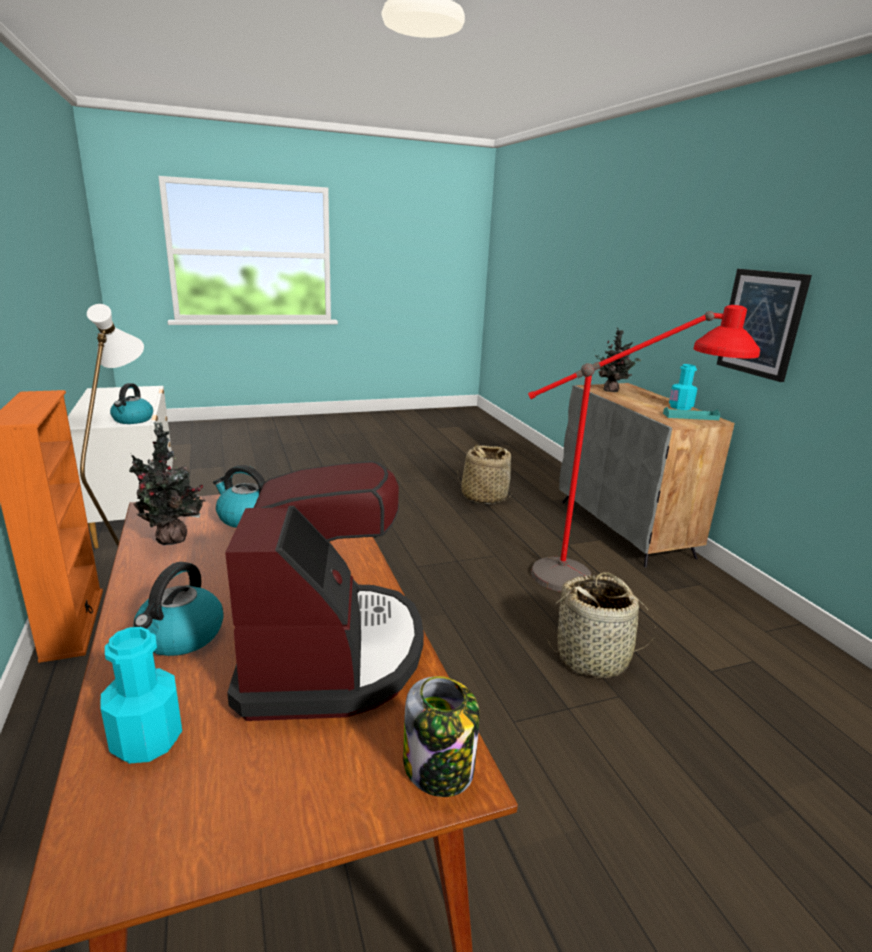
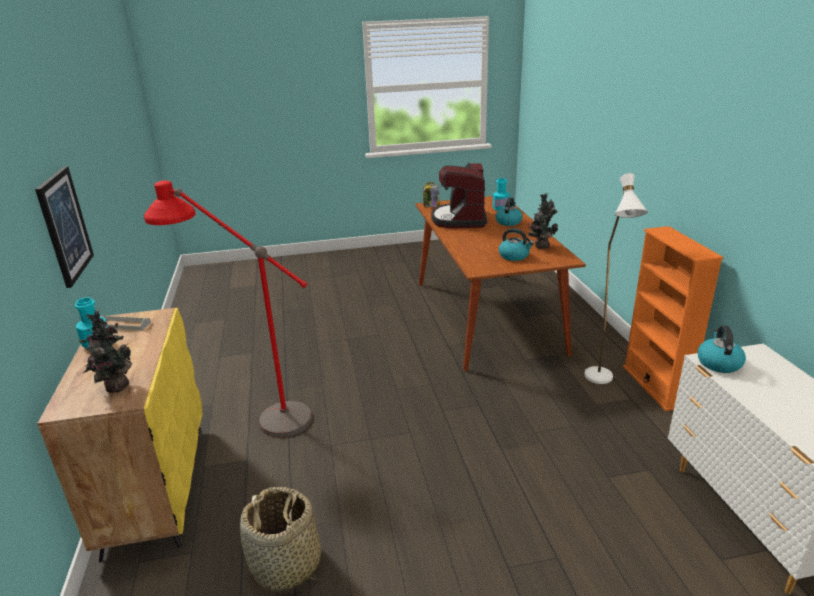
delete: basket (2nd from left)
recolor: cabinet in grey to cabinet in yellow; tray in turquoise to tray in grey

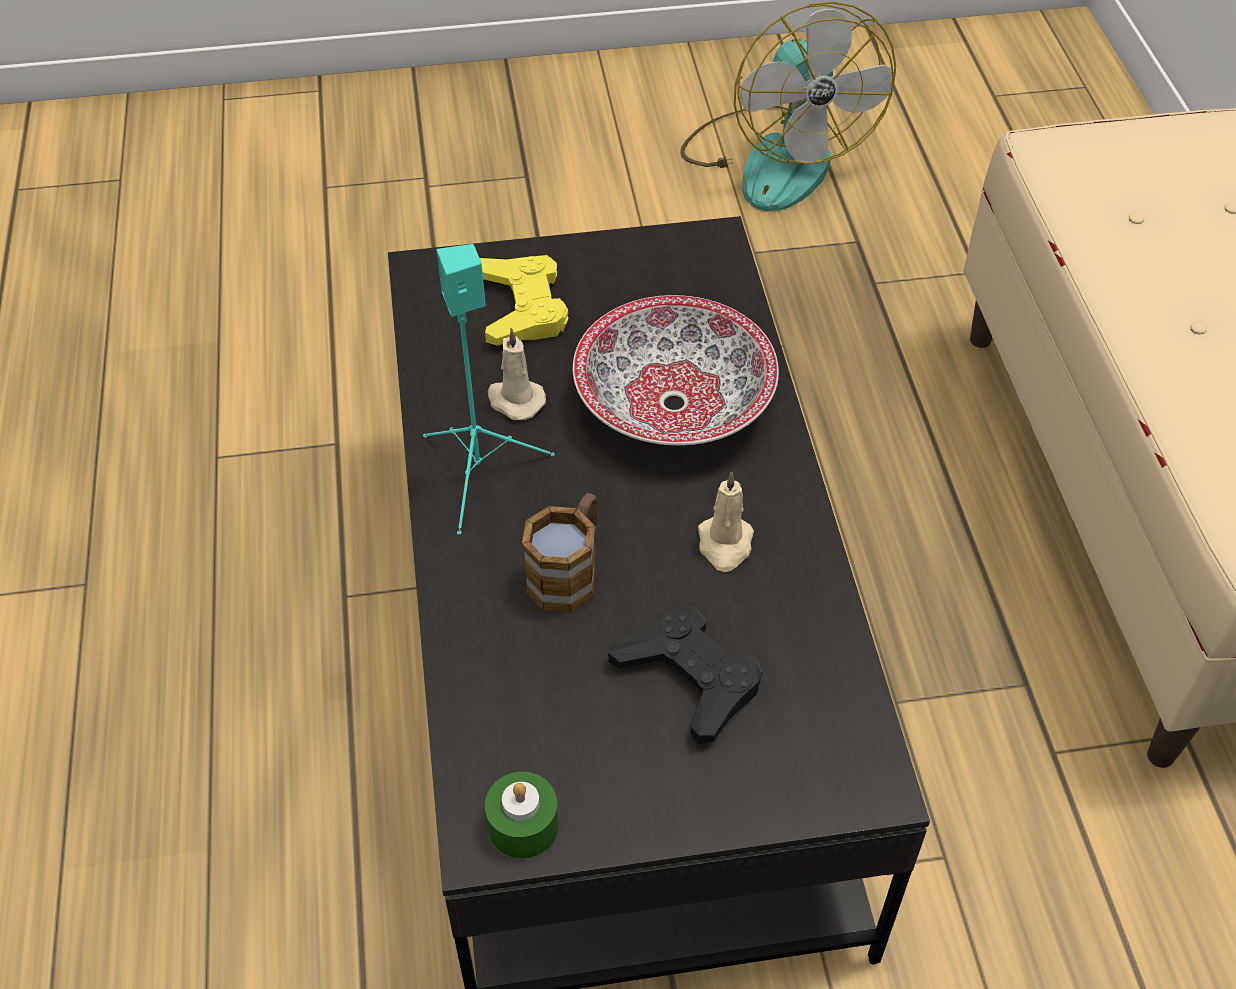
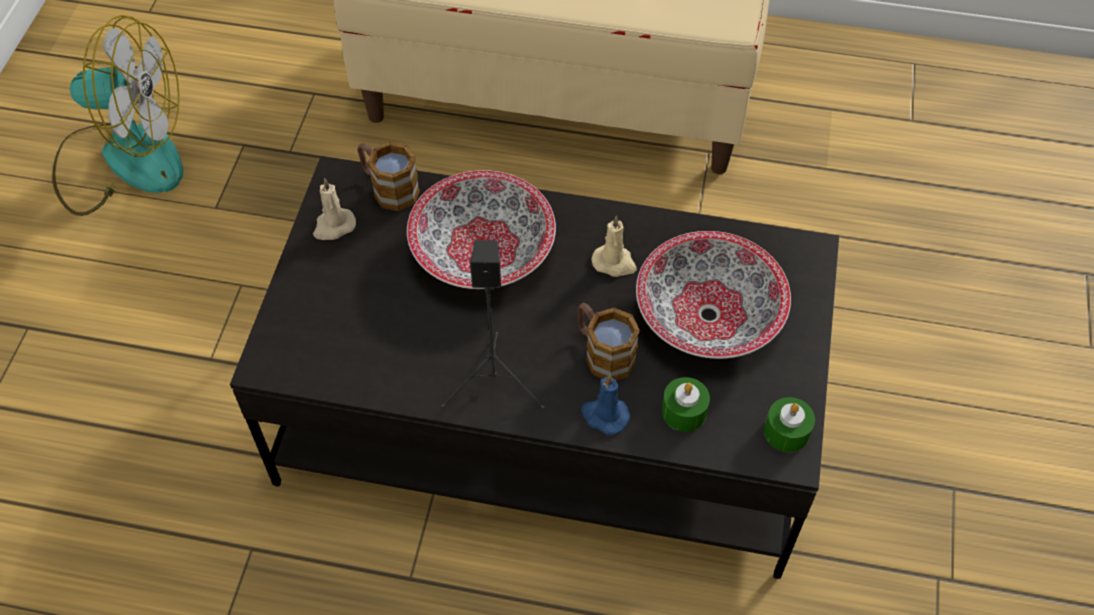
delete: game controller in yellow
insert: mug (1st from left); candle in blue; candle in green (1st from left)
move: candle in beige (1st from left)
replace: game controller in black to bowl (2nd from left)
recolor: speaker in turquoise to speaker in black

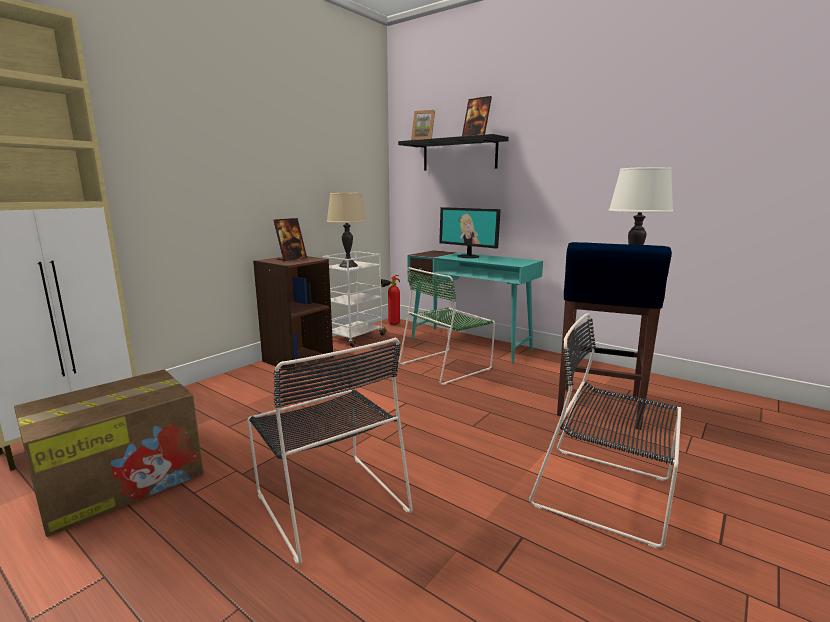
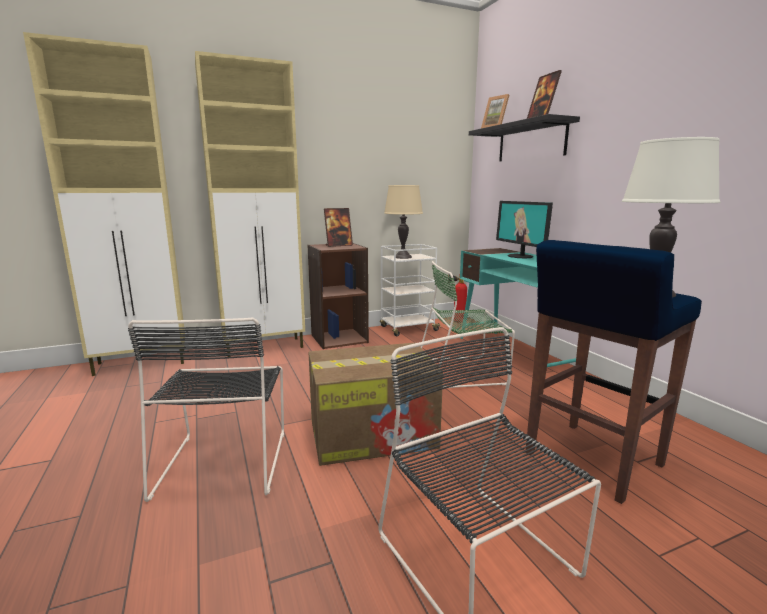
insert: cabinet in beige (2nd from left)
move: cardboard box

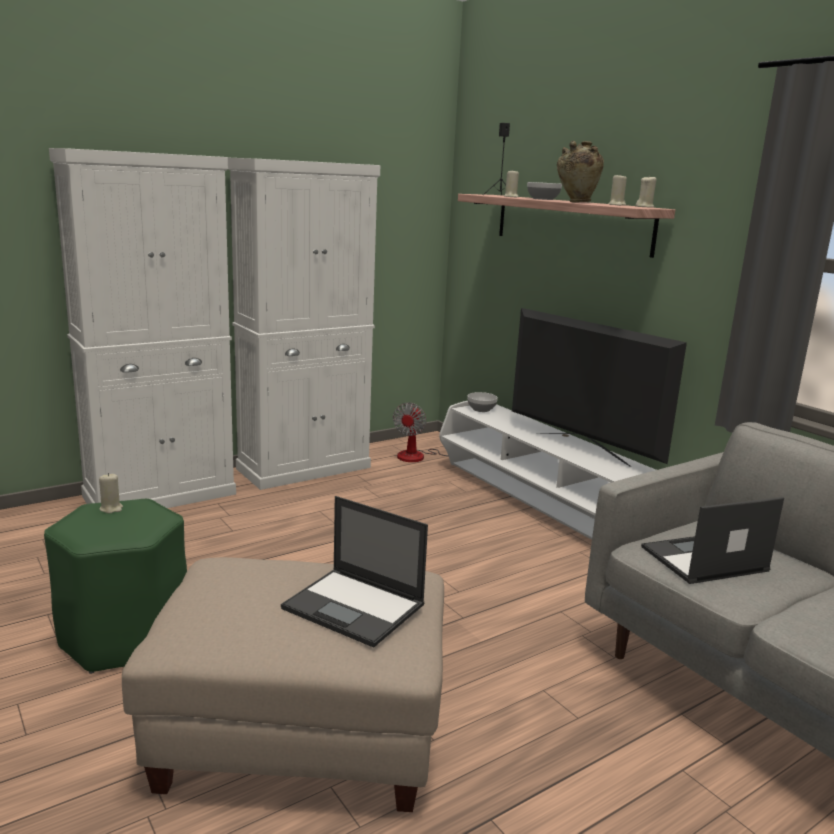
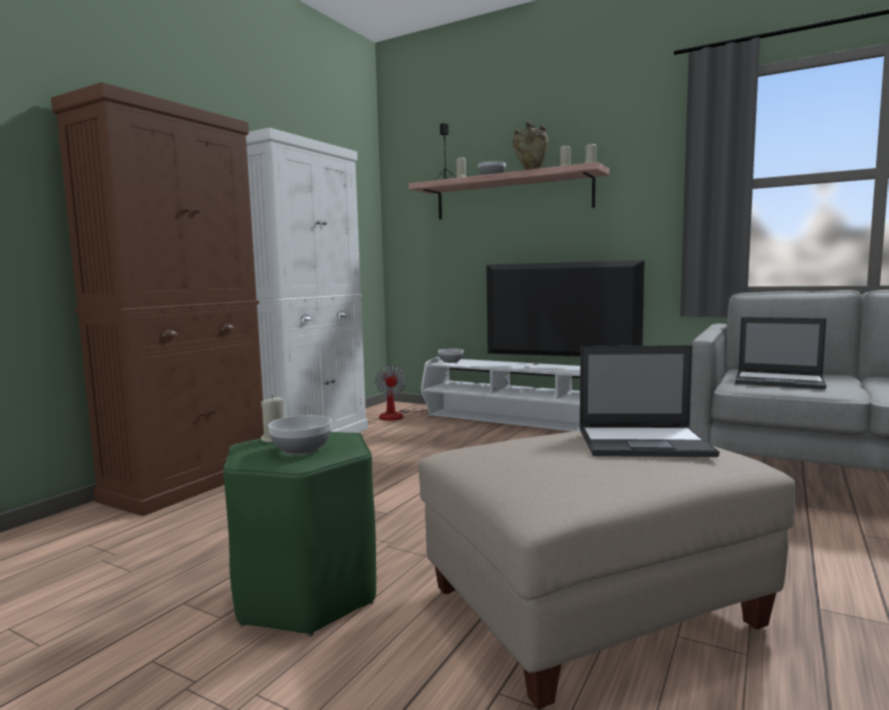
insert: bowl (1st from left)
recolor: cabinet in white (1st from left) to cabinet in brown
rotate: laptop (2nd from left) 105 degrees counterclockwise

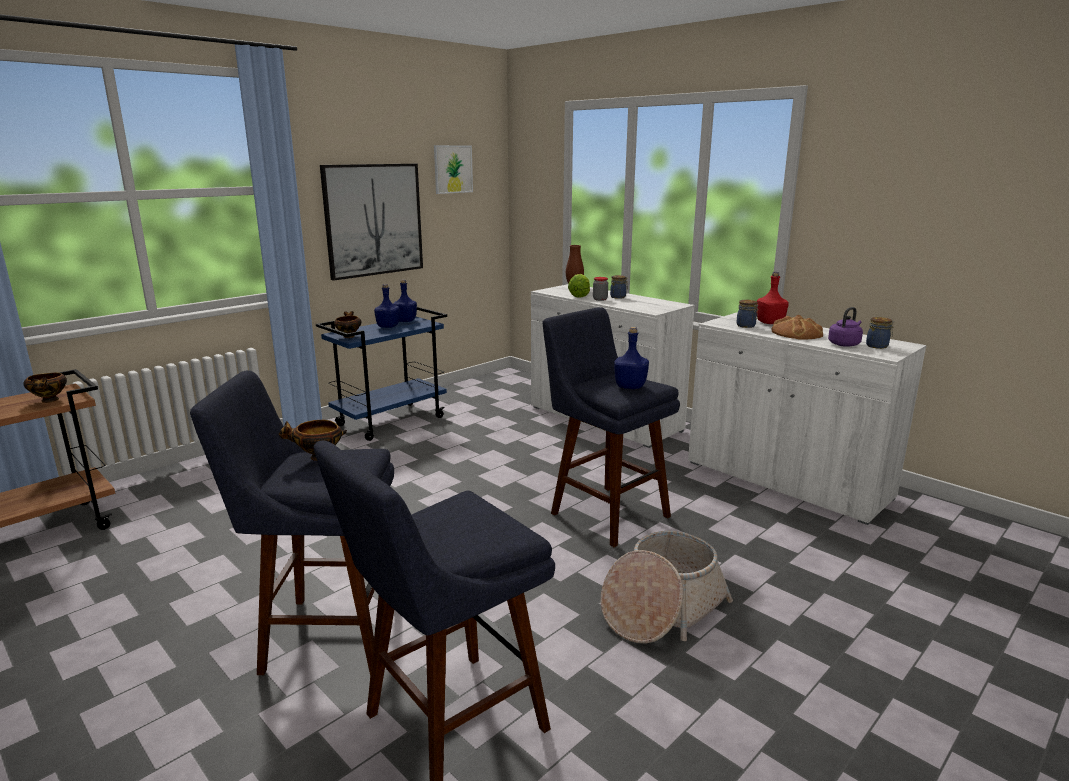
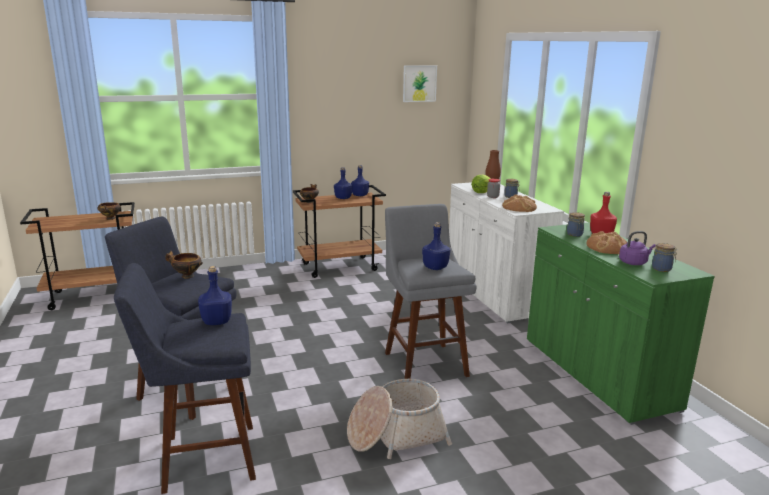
delete: picture (1st from left)
insert: bottle in blue (1st from left); bread (1st from left)
recolor: cart in blue to cart in brown (2nd from left); stool in blue (3rd from left) to stool in grey; cabinet in white (2nd from left) to cabinet in green

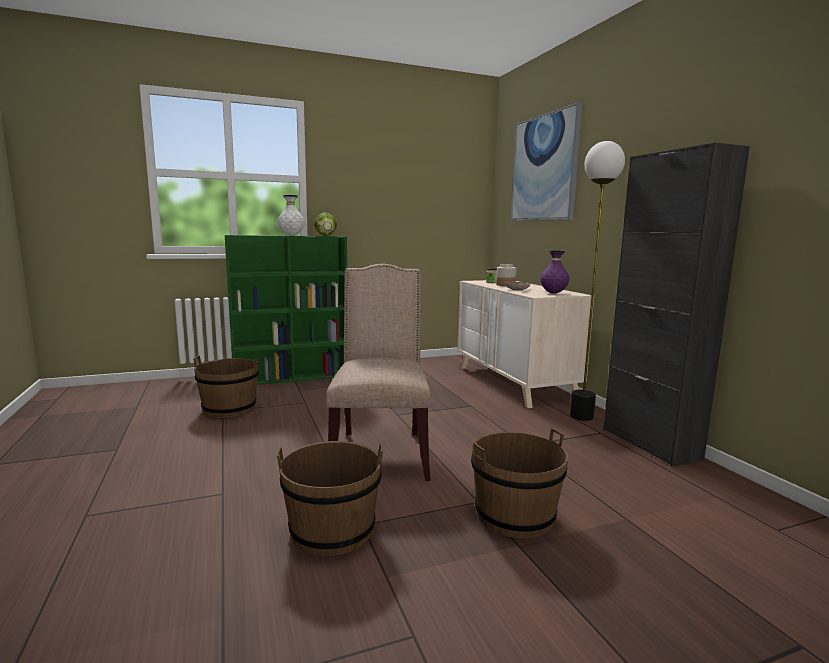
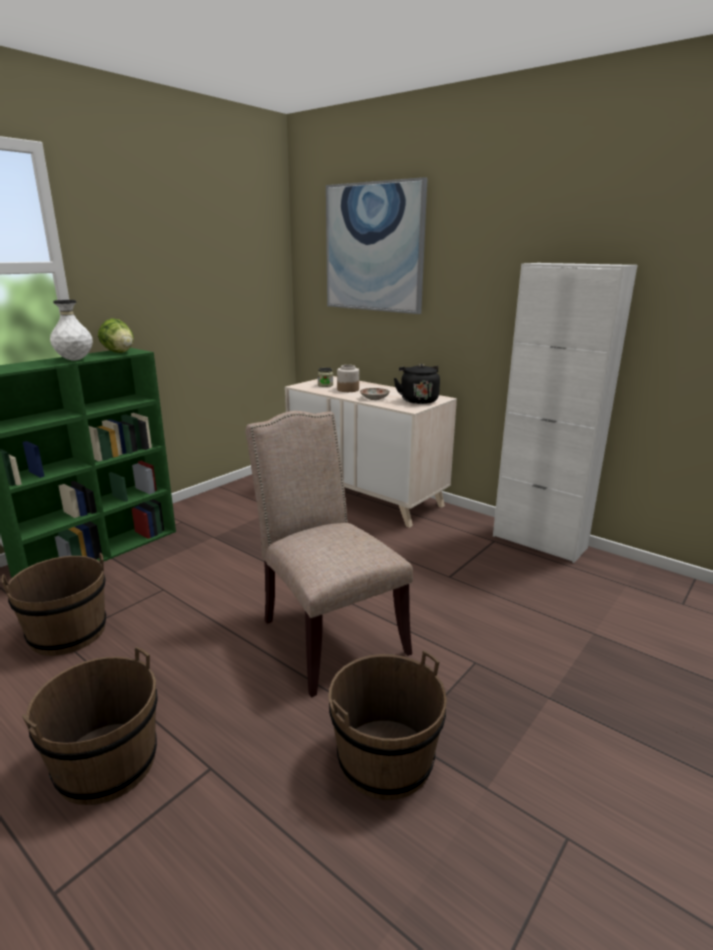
delete: floor lamp
move: bucket in brown (3rd from left in the first image) to bucket in brown (2nd from left)
replace: vase in purple to kettle in black
recolor: cabinet in black to cabinet in white

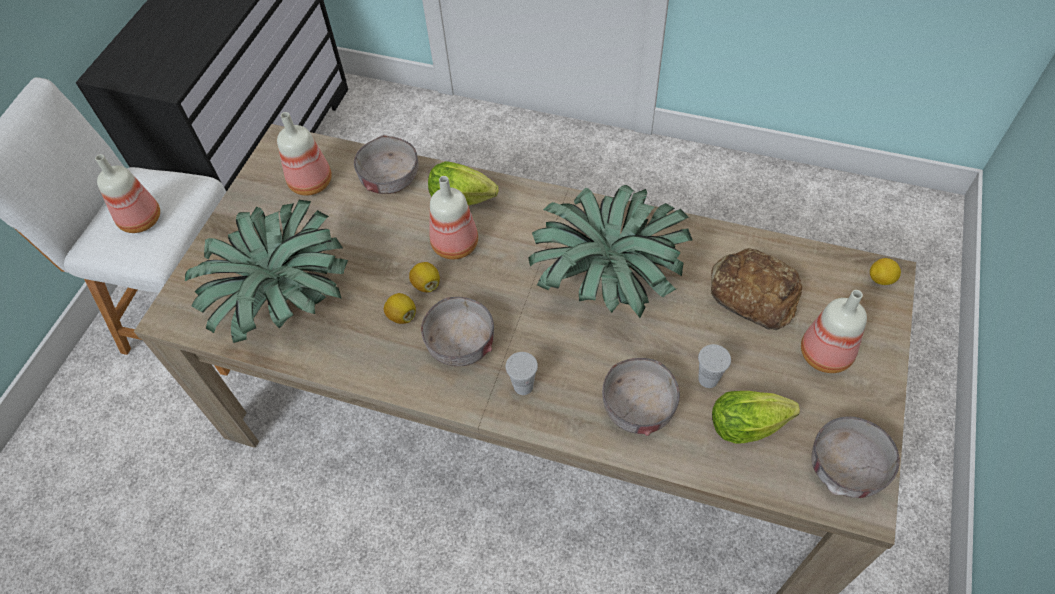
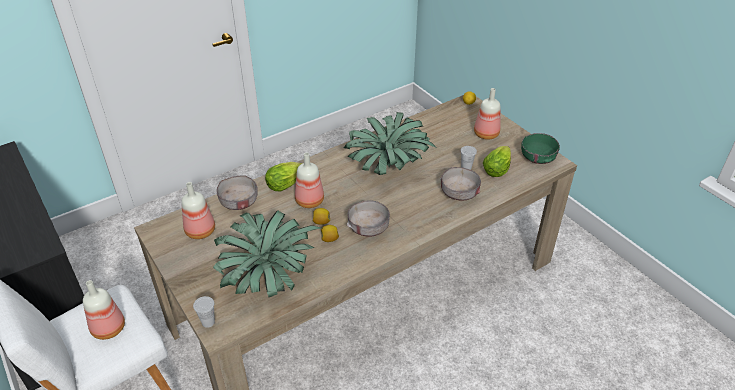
delete: bread
move: cup in white (1st from left)
recolor: bowl in grey (4th from left) to bowl in green

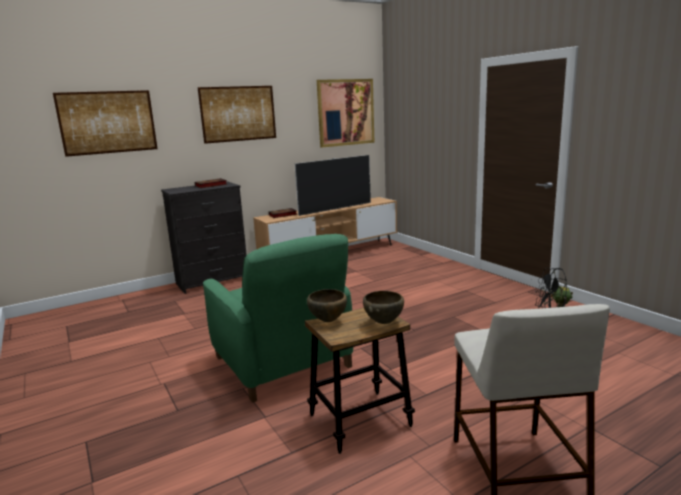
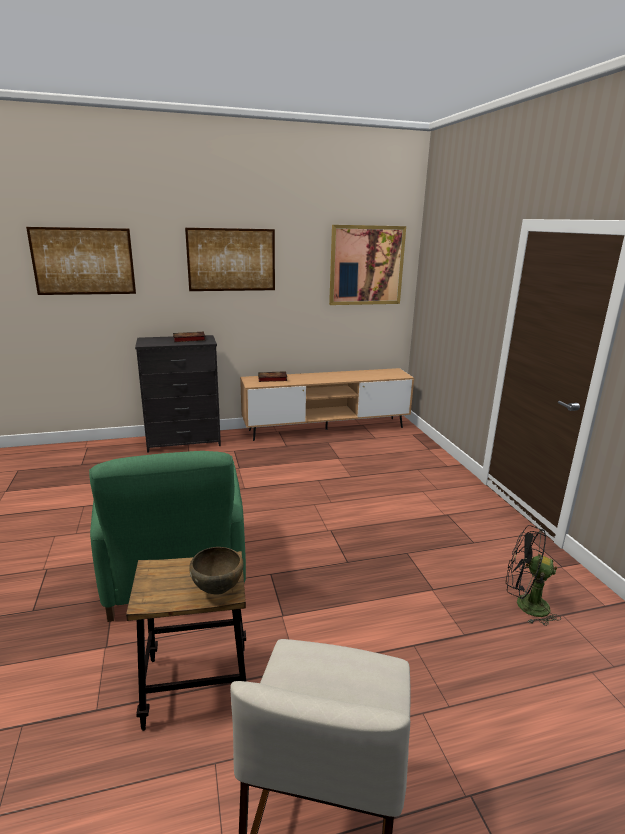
delete: television; bowl in brown (1st from left)

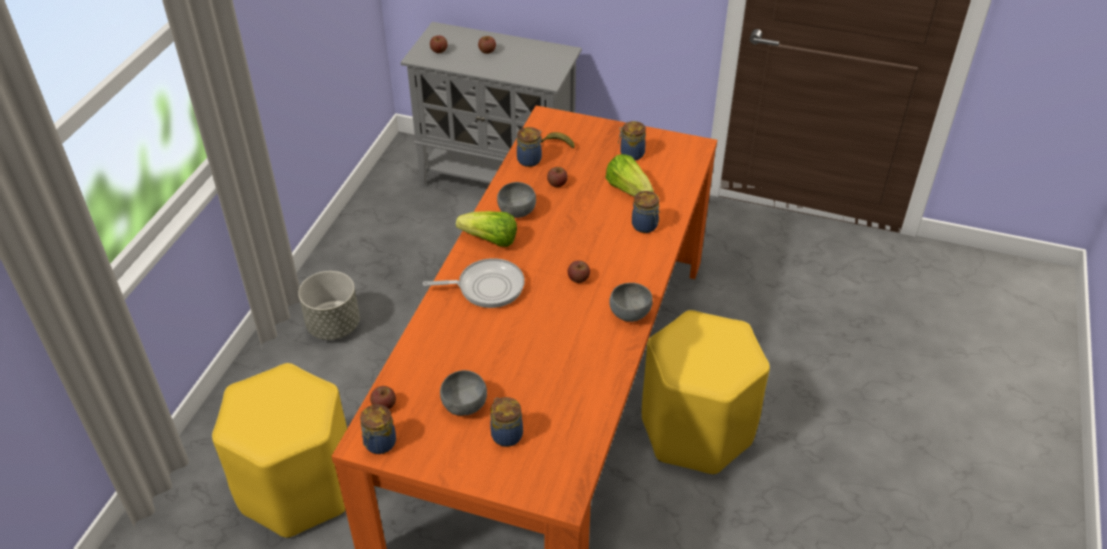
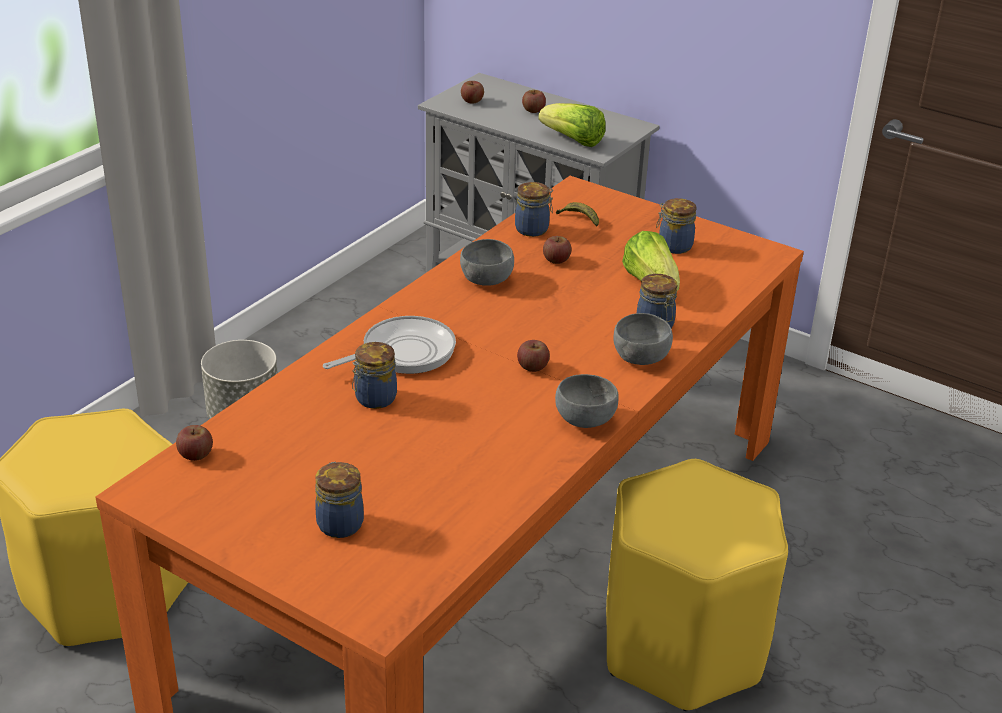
move: jar (1st from left in the first image) to jar (2nd from left); lettuce (1st from left); bowl in grey (1st from left in the first image) to bowl in grey (3rd from left)
rotate: frying pan 45 degrees counterclockwise

